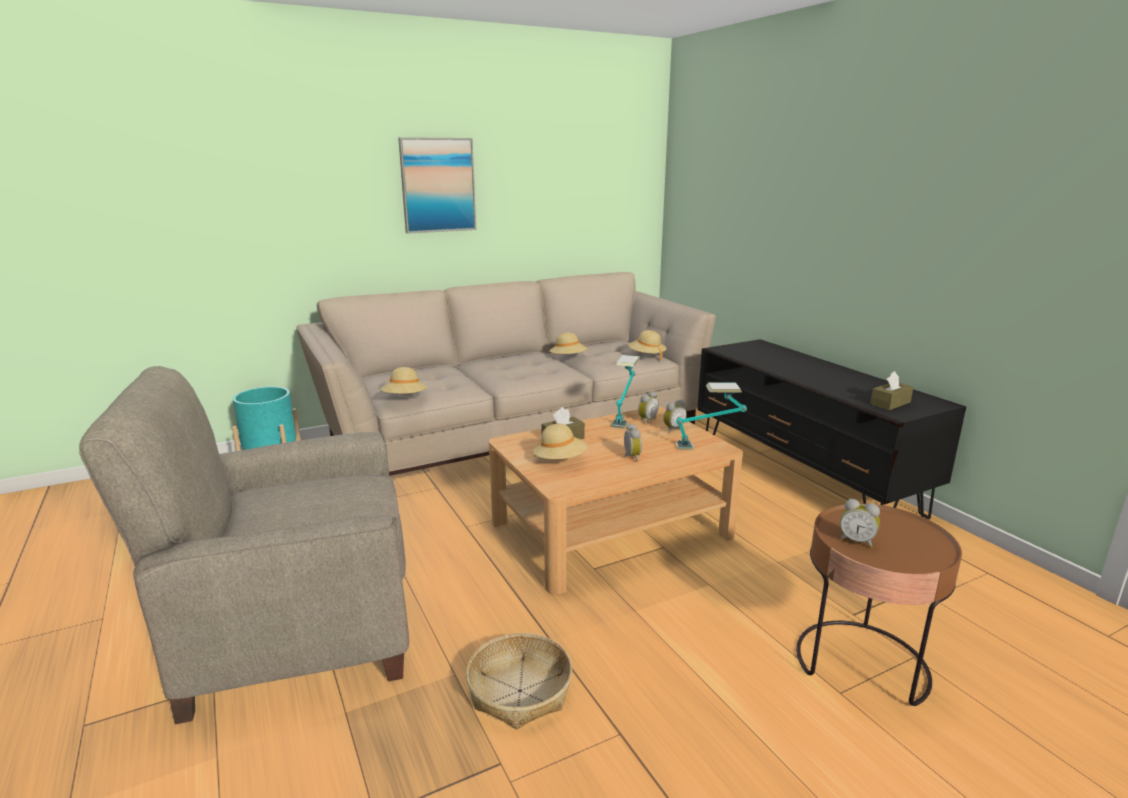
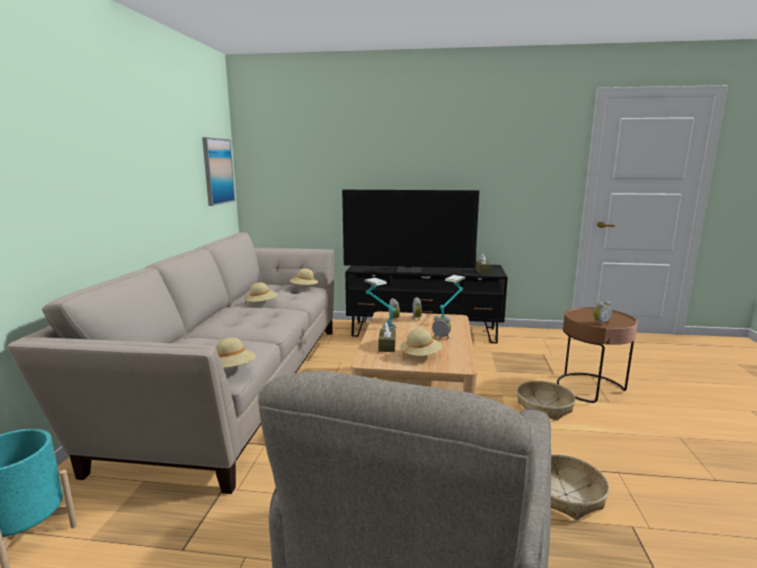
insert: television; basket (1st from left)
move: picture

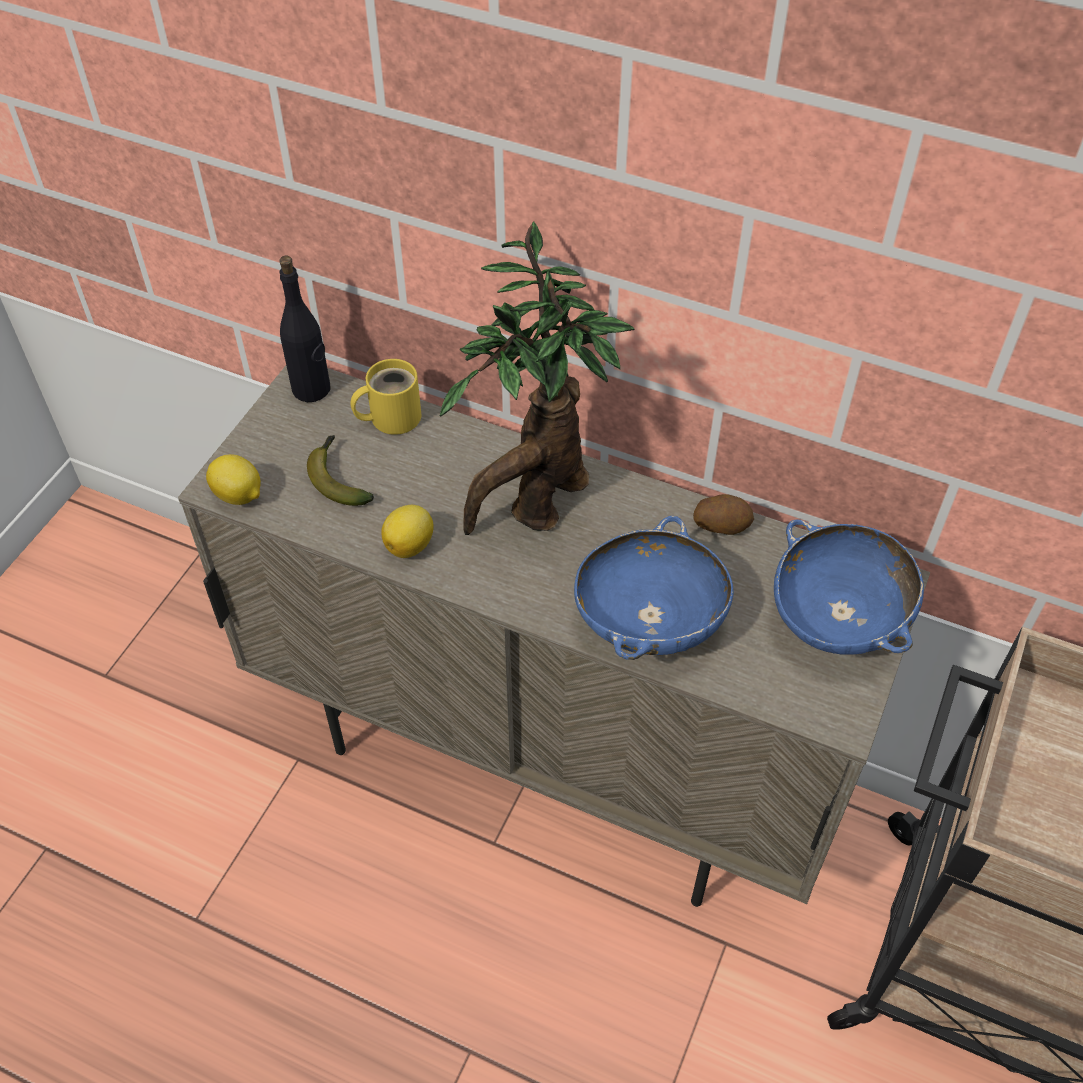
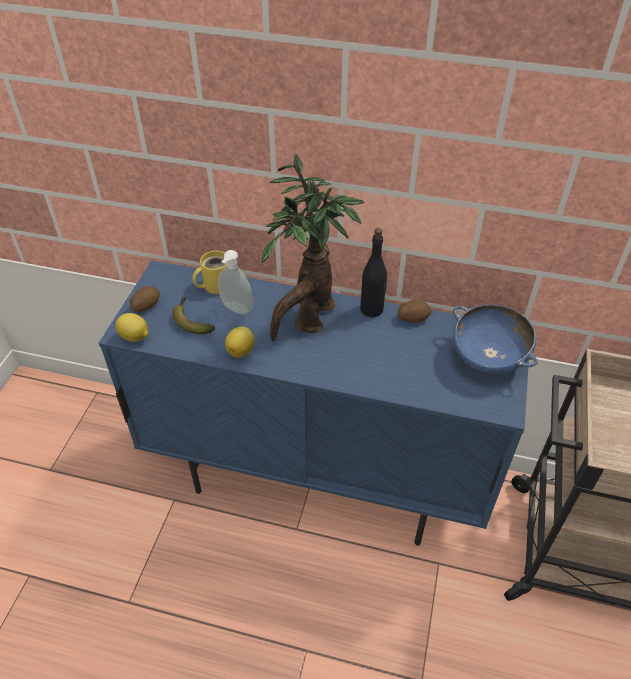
delete: bowl in blue (1st from left)
insert: potato (1st from left); soap dispenser
move: bottle in black
recolor: cabinet in beige to cabinet in blue

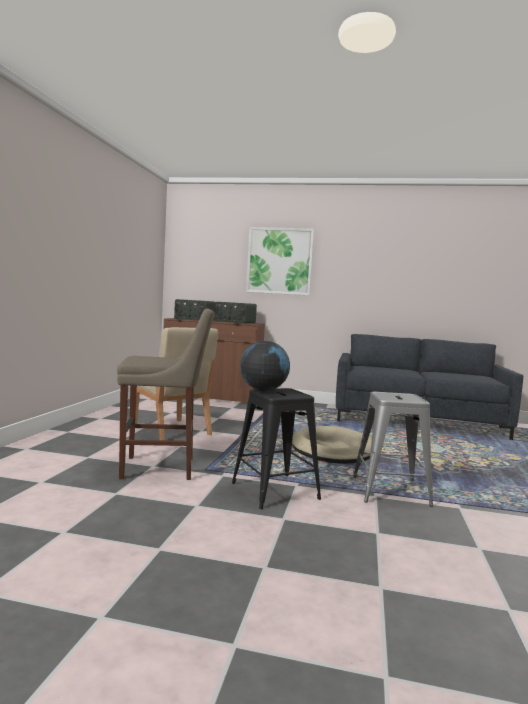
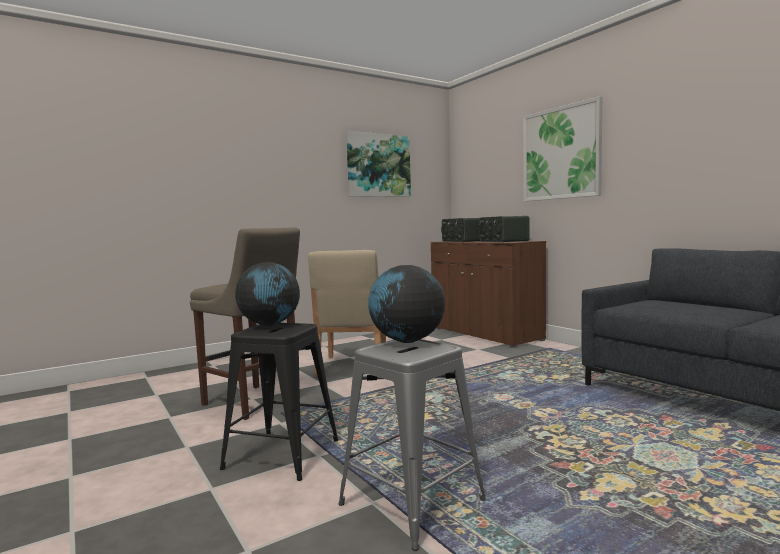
delete: dog bed in beige
insert: picture (1st from left); globe (2nd from left)

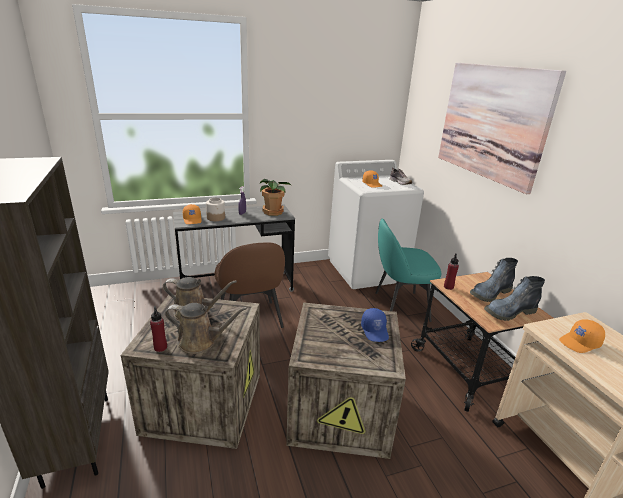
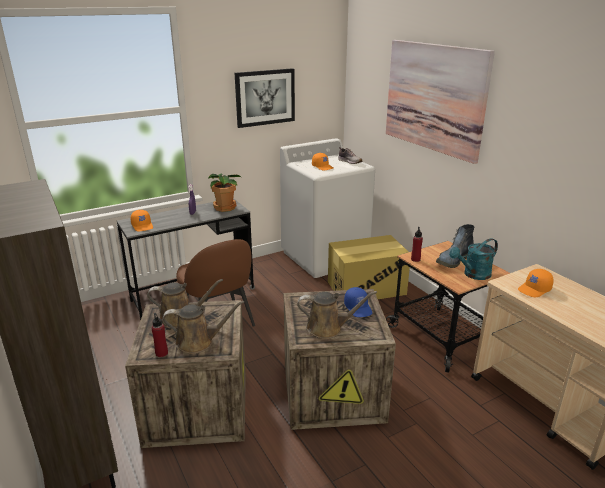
delete: jar
insert: picture (1st from left); watering can in brown (3rd from left)
replace: chair in turquoise to cardboard box; boot (2nd from left) to watering can in turquoise

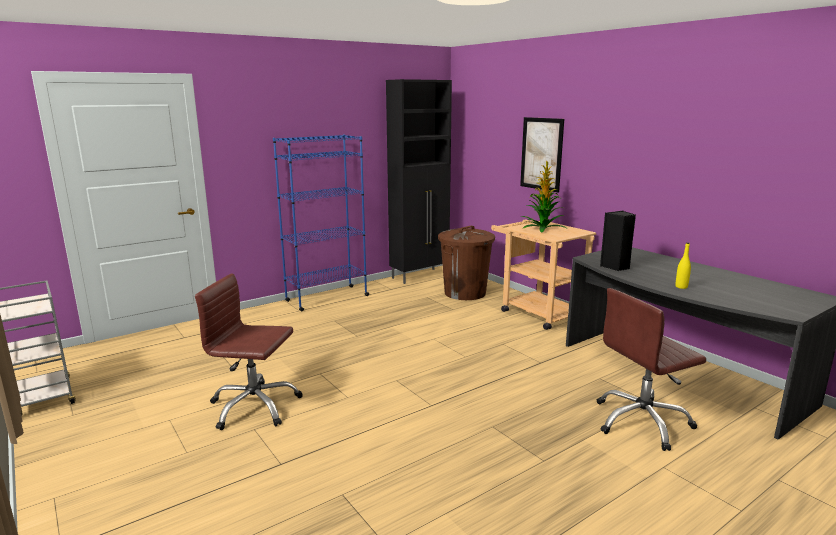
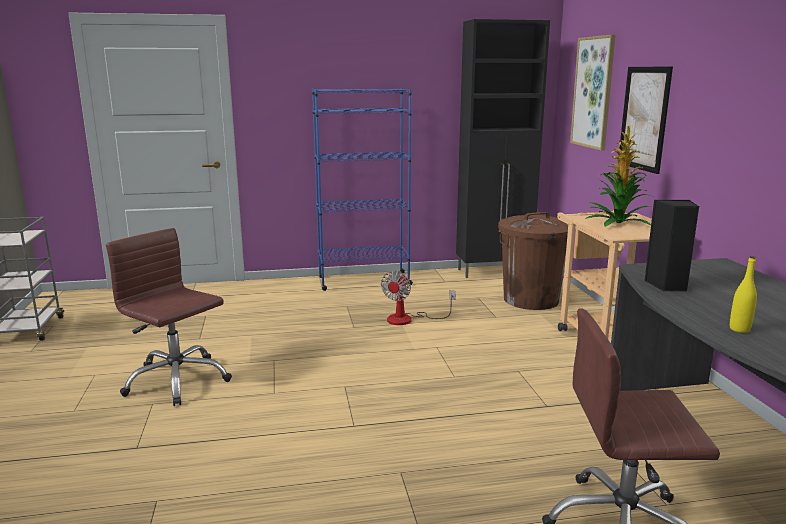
insert: fan; picture (1st from left)

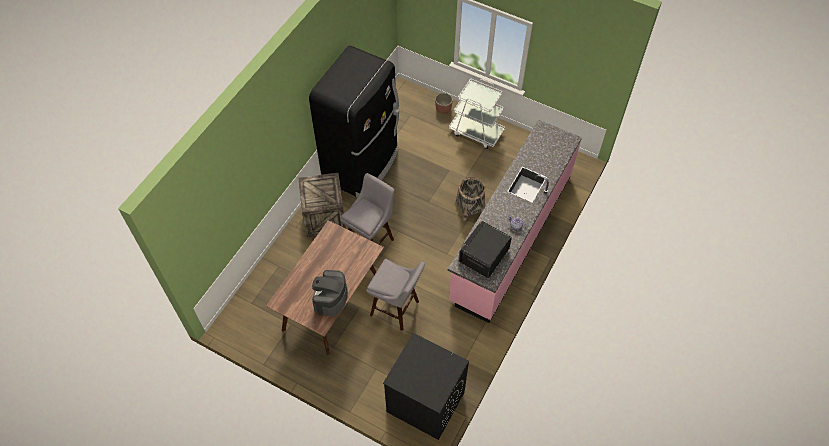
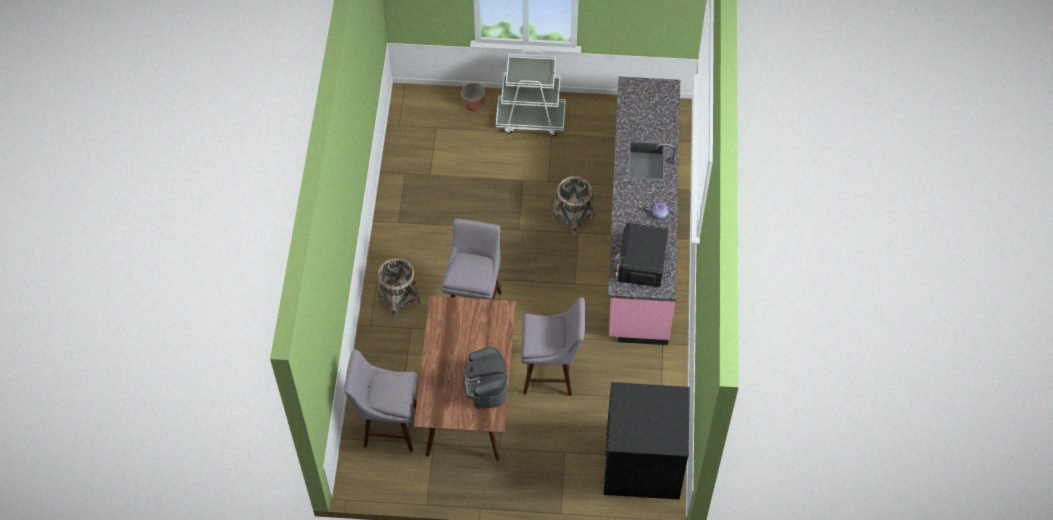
delete: fridge in black
insert: stool in grey (1st from left)
replace: crate to basket (1st from left)

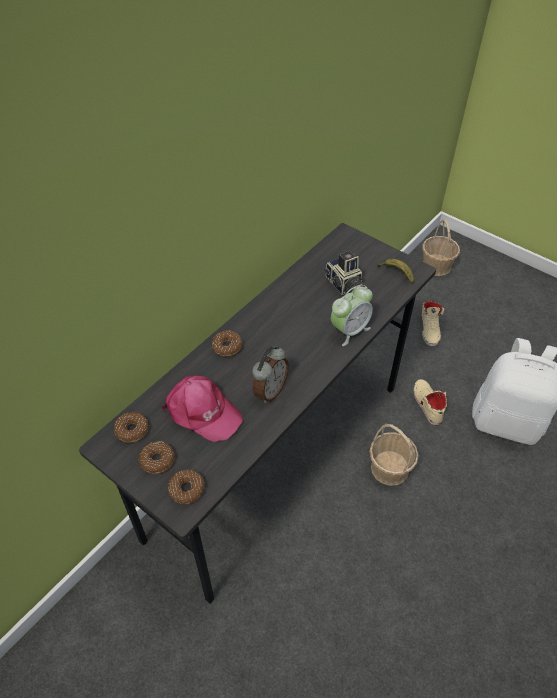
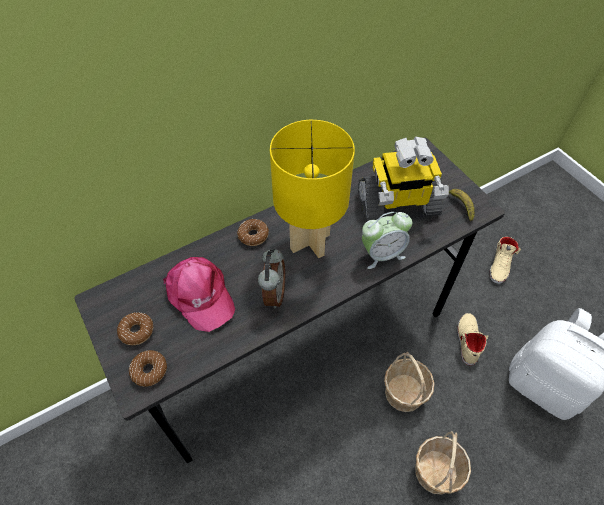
delete: donut (1st from left)
insert: table lamp in yellow
move: basket (2nd from left)
replace: photo camera to toy robot
rotate: alarm clock (1st from left) 45 degrees counterclockwise

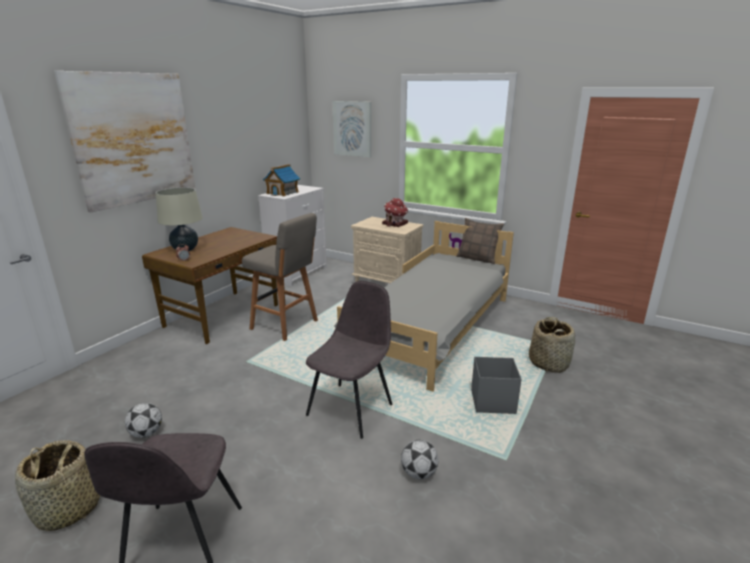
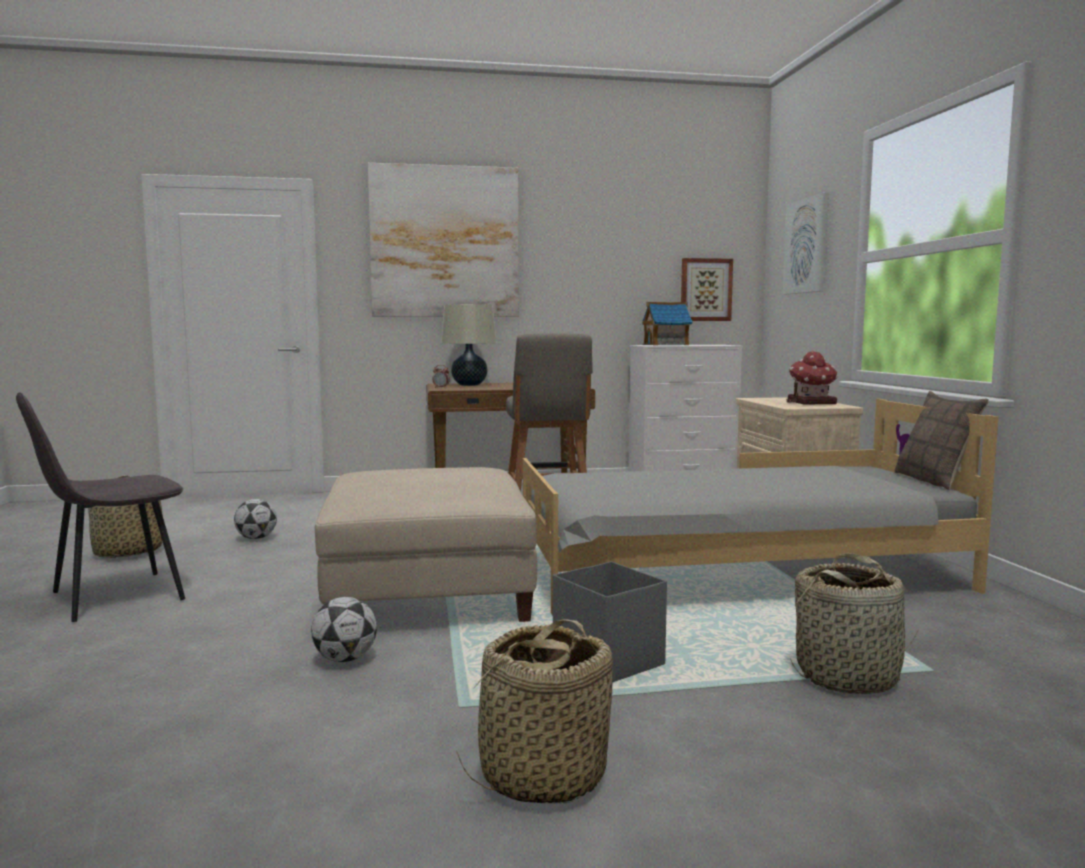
insert: basket (2nd from left); picture (2nd from left)
replace: chair in grey (2nd from left) to ottoman in beige

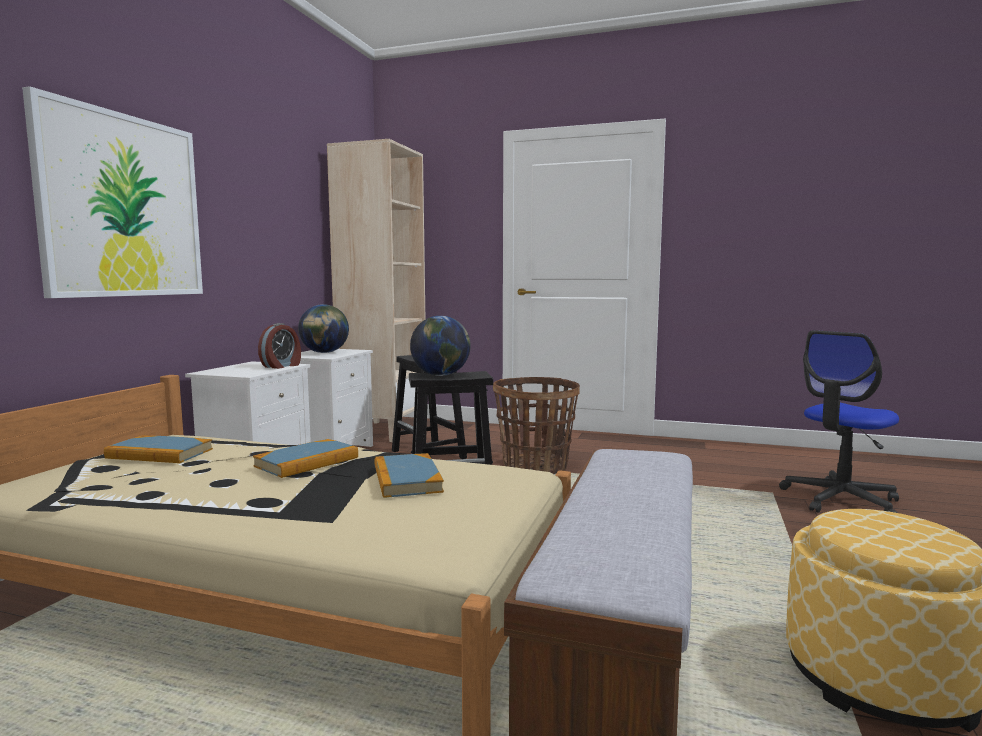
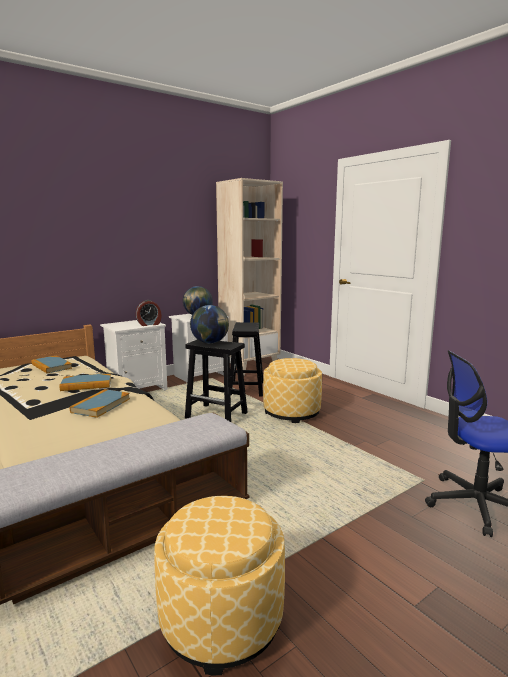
delete: picture
replace: basket to ottoman (2nd from left)

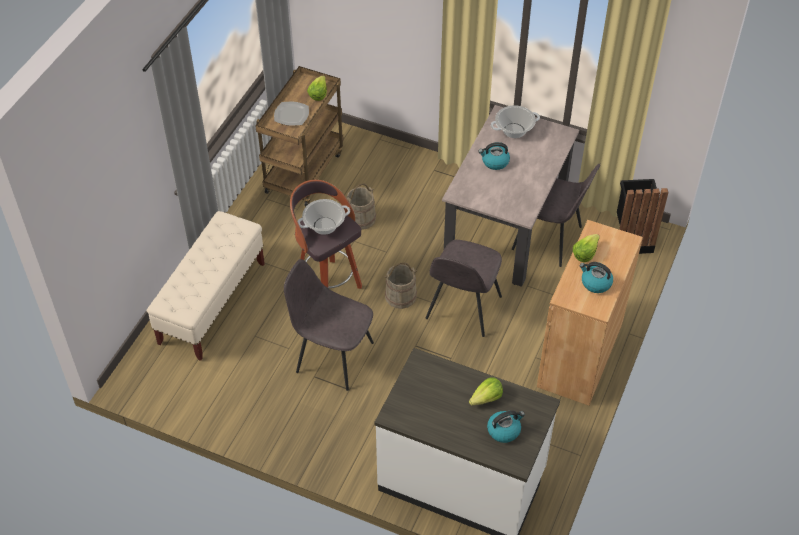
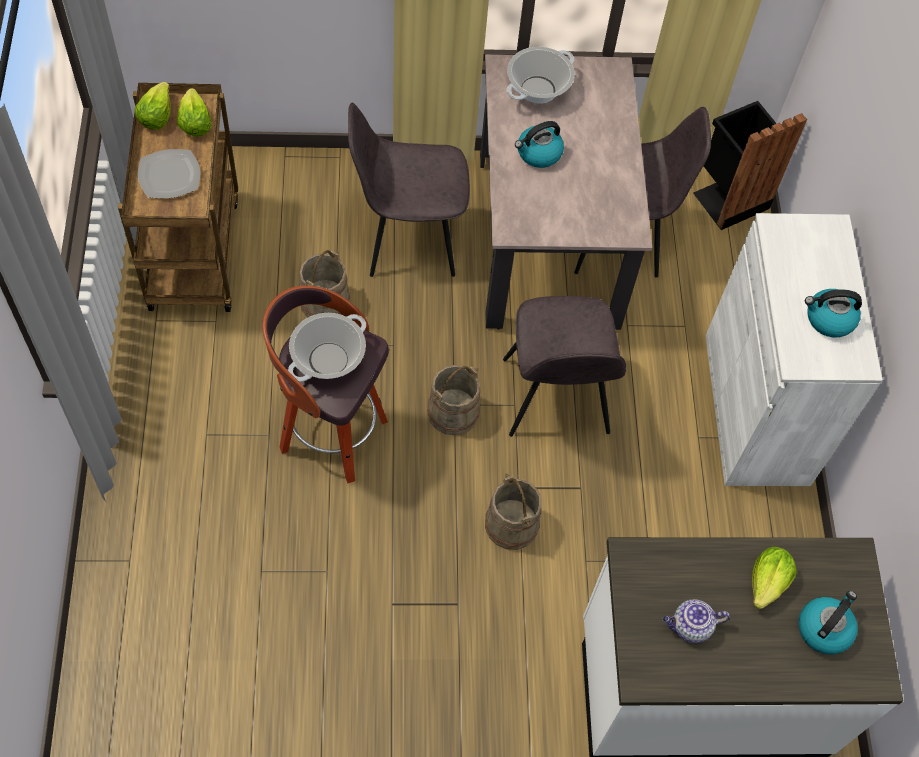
delete: bench in beige
insert: bucket in beige (3rd from left); teapot
move: lettuce (3rd from left in the first image) to lettuce (1st from left); chair in grey (1st from left)
recolor: cabinet in brown to cabinet in white

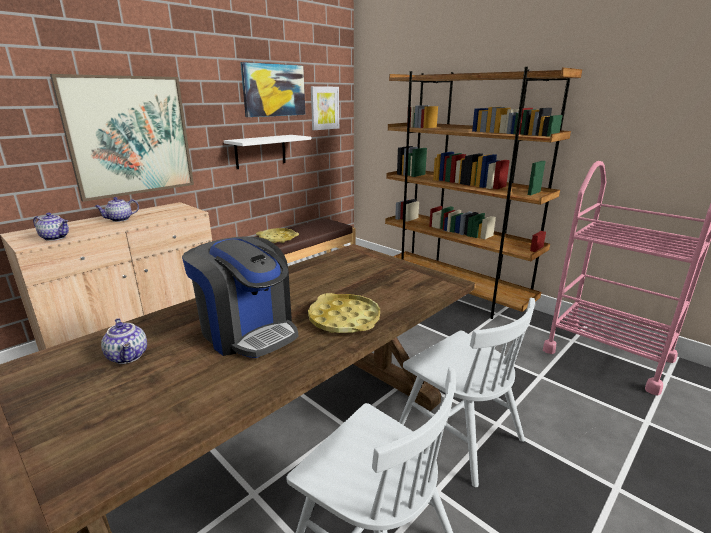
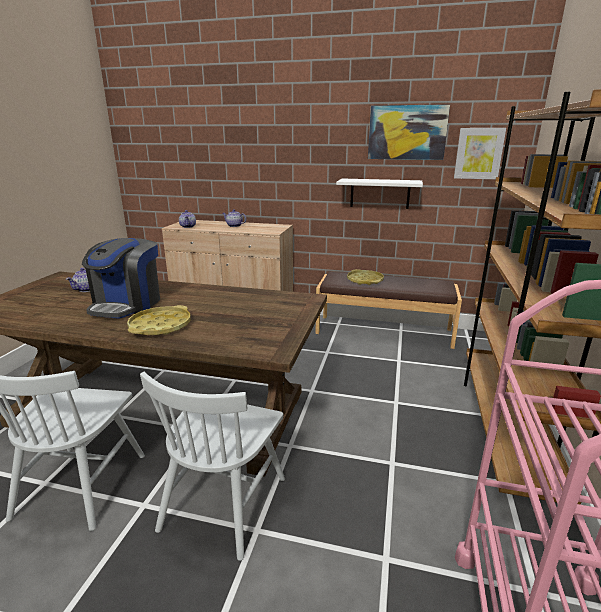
delete: picture (1st from left)

